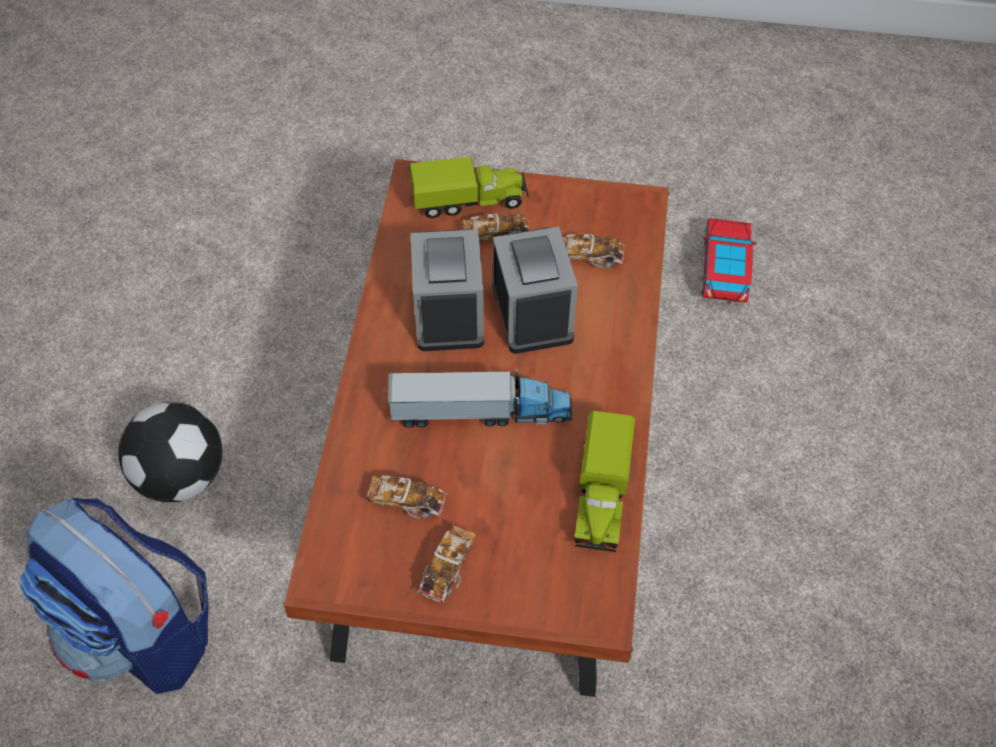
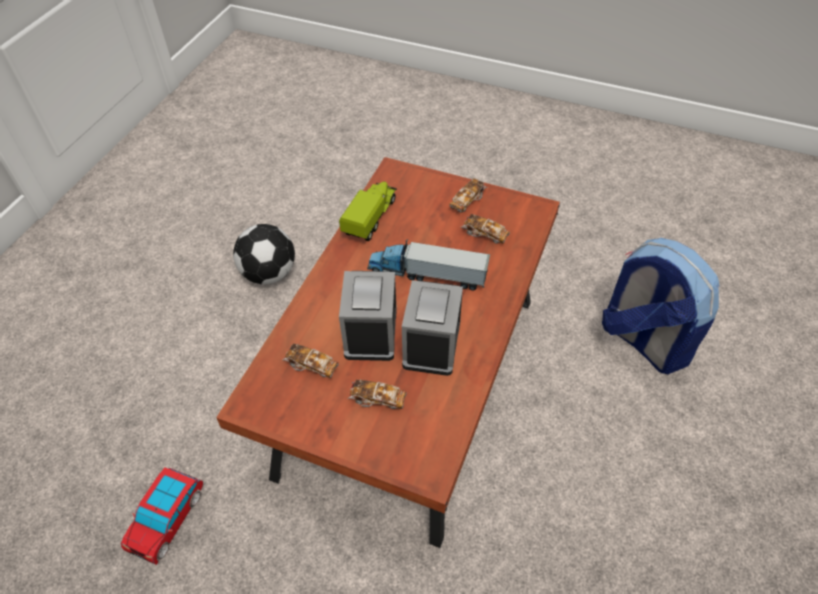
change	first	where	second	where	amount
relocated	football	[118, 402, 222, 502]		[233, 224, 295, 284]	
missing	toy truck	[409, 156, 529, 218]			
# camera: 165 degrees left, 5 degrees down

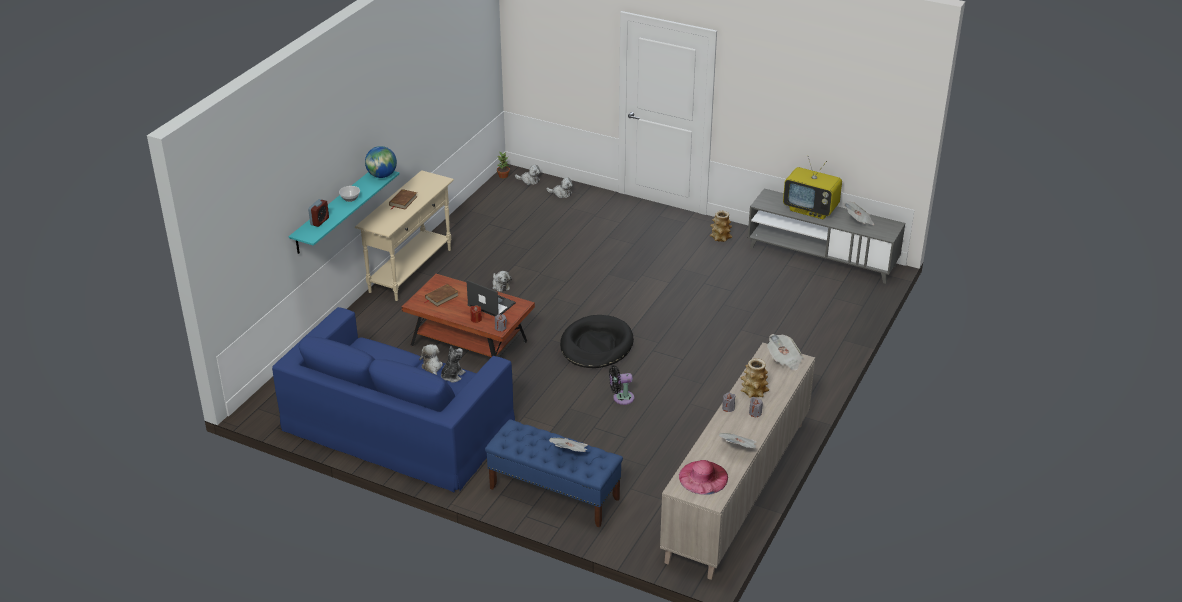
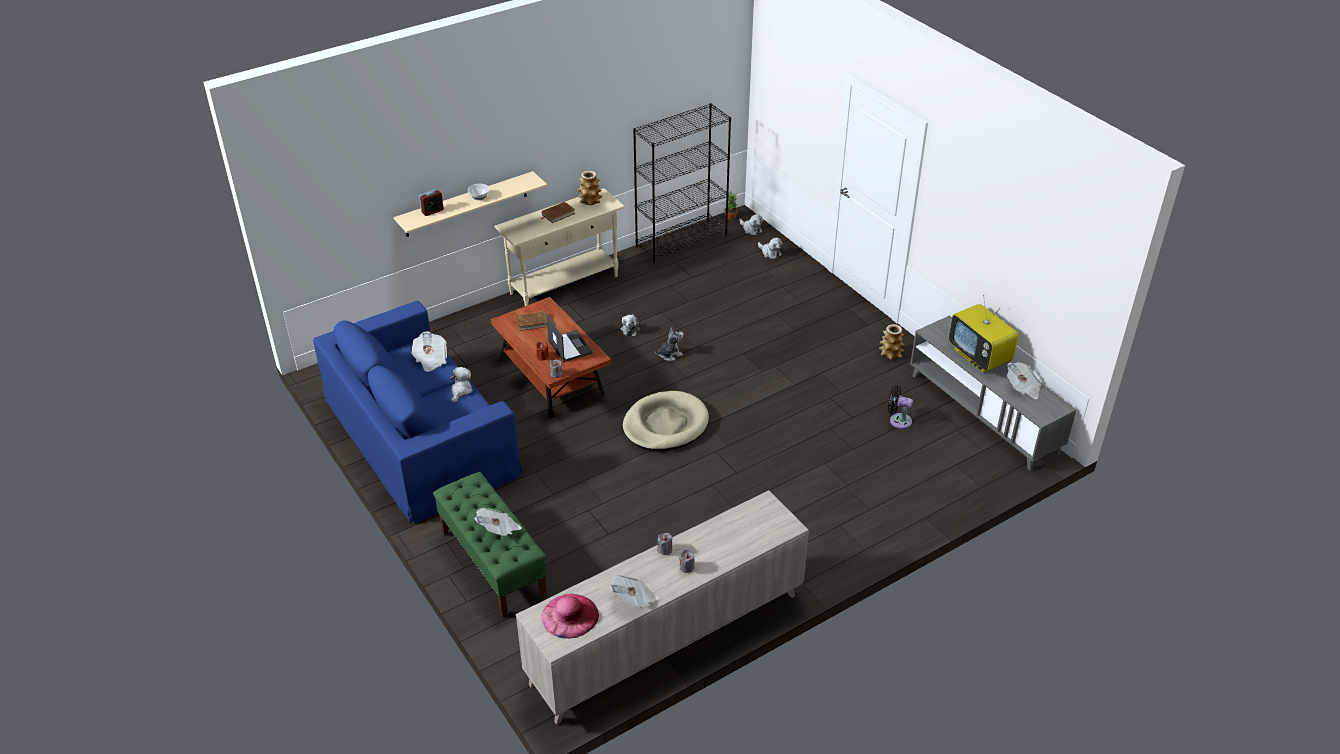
change	first	where	second	where	amount
colour	turquoise shelf	[289, 171, 399, 254]	beige shelf	[394, 171, 547, 237]	
relocated	newspaper	[767, 334, 803, 371]		[411, 331, 447, 372]	
colour	blue bench	[485, 419, 623, 528]	green bench	[433, 472, 547, 618]	
relocated	vase	[741, 358, 769, 398]		[577, 171, 602, 205]	
colour	black dog bed	[560, 315, 634, 368]	beige dog bed	[623, 391, 709, 451]	
appeared			black bookcase	[633, 103, 731, 263]	
relocated	plush toy	[441, 346, 466, 382]		[655, 327, 684, 361]	
relocated	black fan	[609, 365, 634, 405]		[887, 386, 913, 429]	
missing	globe	[365, 146, 397, 178]			
# camera: 30 degrees right, 5 degrees up

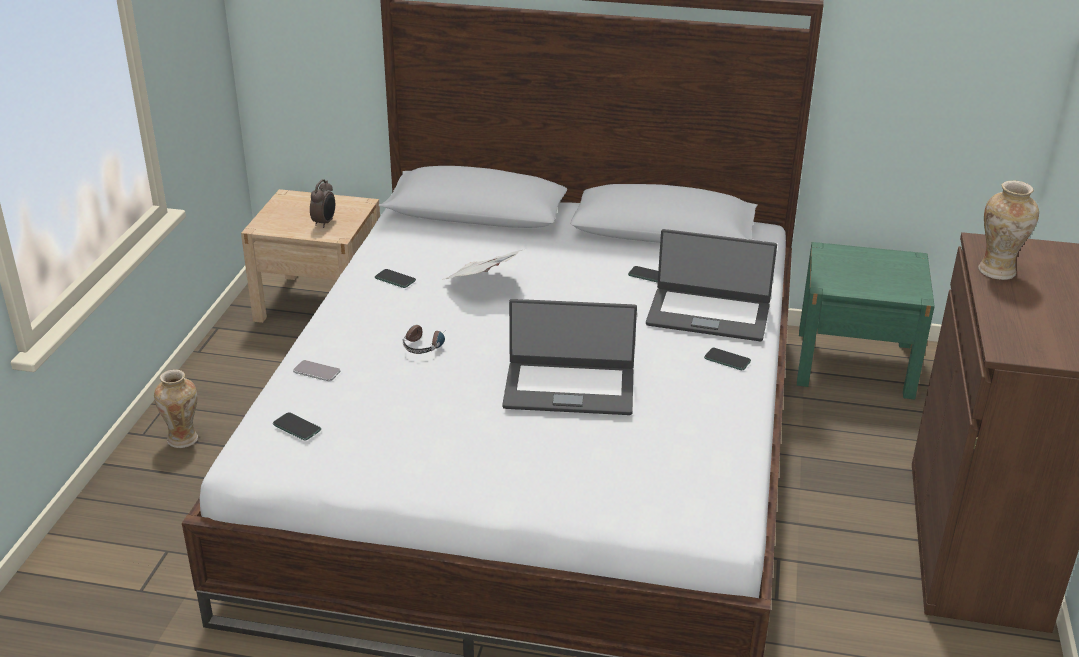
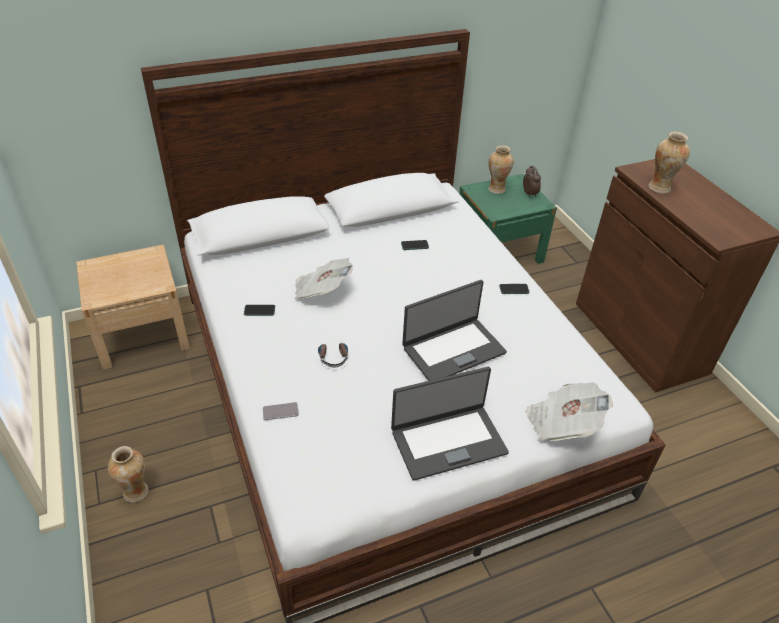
change	first	where	second	where	amount
relocated	laptop	[646, 229, 777, 341]		[391, 367, 509, 481]	
appeared			vase	[488, 145, 514, 194]	
relocated	alarm clock	[310, 179, 335, 228]		[523, 166, 541, 198]	
appeared			newspaper	[525, 382, 613, 441]	
missing	phone	[273, 412, 321, 440]			
# camera: 35 degrees left, 10 degrees up

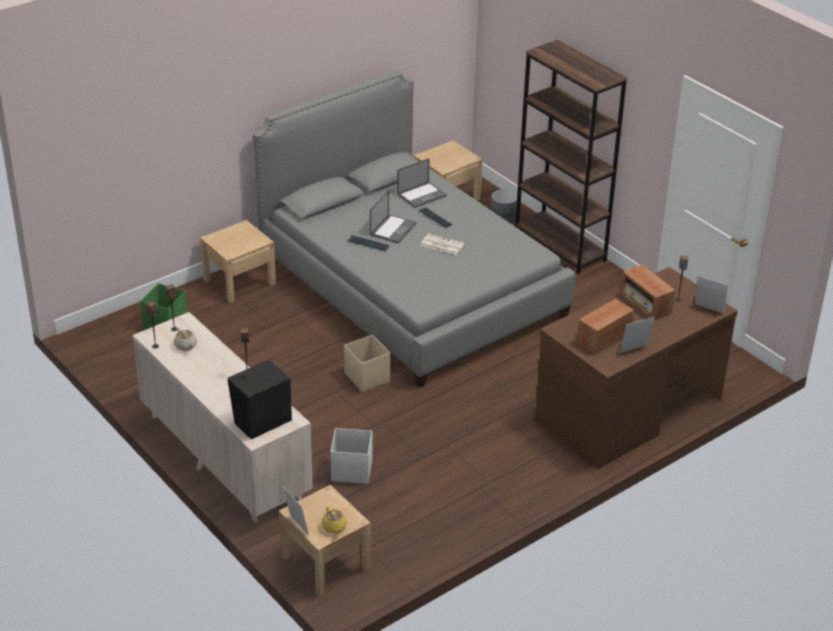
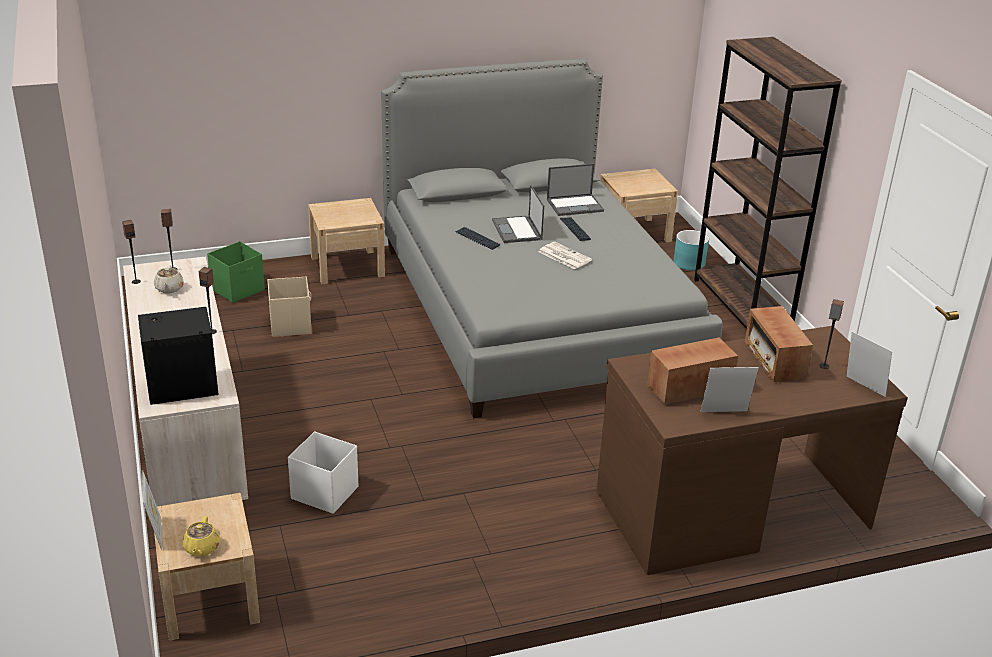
change	first	where	second	where	amount
relocated	beige storage box	[344, 335, 390, 392]		[267, 277, 312, 337]	
spun	laptop	[370, 190, 416, 243]		[492, 184, 544, 243]	120 degrees clockwise
colour	grey planter	[491, 189, 517, 223]	turquoise planter	[673, 230, 709, 271]	
# camera: 20 degrees right, 5 degrees down

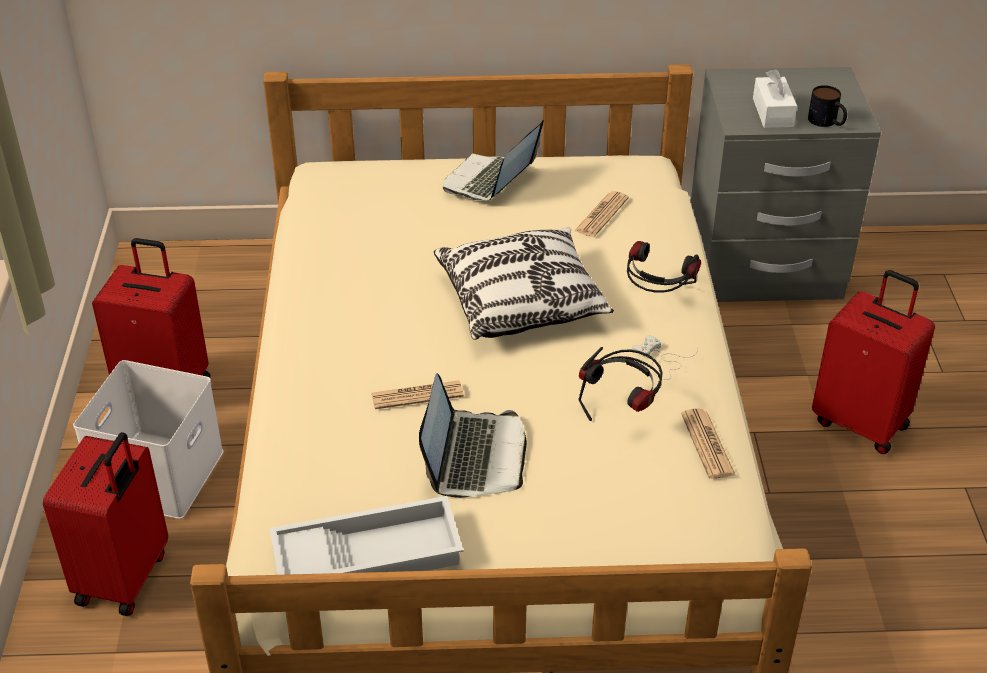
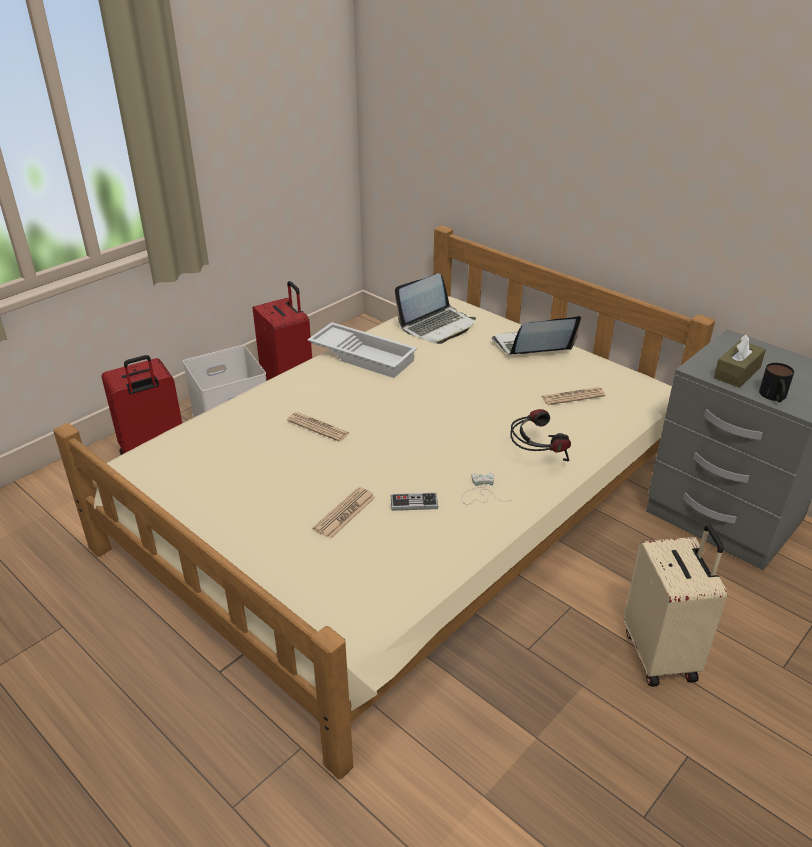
change	first	where	second	where	amount
relocated	white tray	[270, 496, 463, 575]		[307, 322, 417, 378]	
relocated	newspaper	[681, 408, 735, 479]		[313, 487, 376, 539]	
exchanged	headphones	[578, 347, 663, 421]	game controller	[391, 493, 438, 511]	
relocated	laptop	[419, 373, 527, 498]		[395, 273, 476, 344]	
colour	red suitcase	[812, 270, 935, 454]	beige suitcase	[624, 525, 727, 687]	
colour	white tissue box	[753, 69, 797, 128]	brown tissue box	[714, 334, 766, 388]	
missing	pillow	[434, 228, 614, 340]			
# camera: 45 degrees right, 5 degrees down

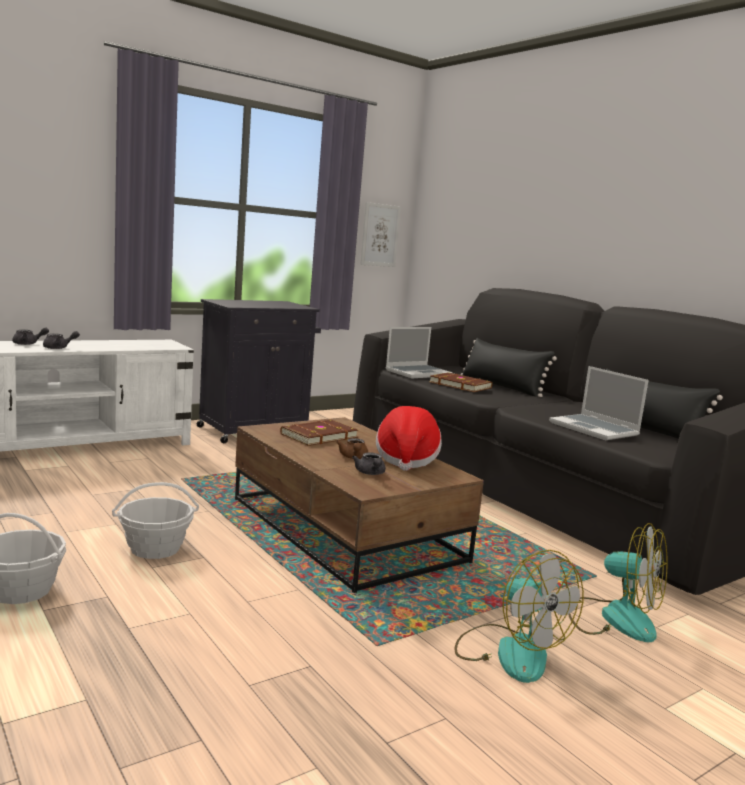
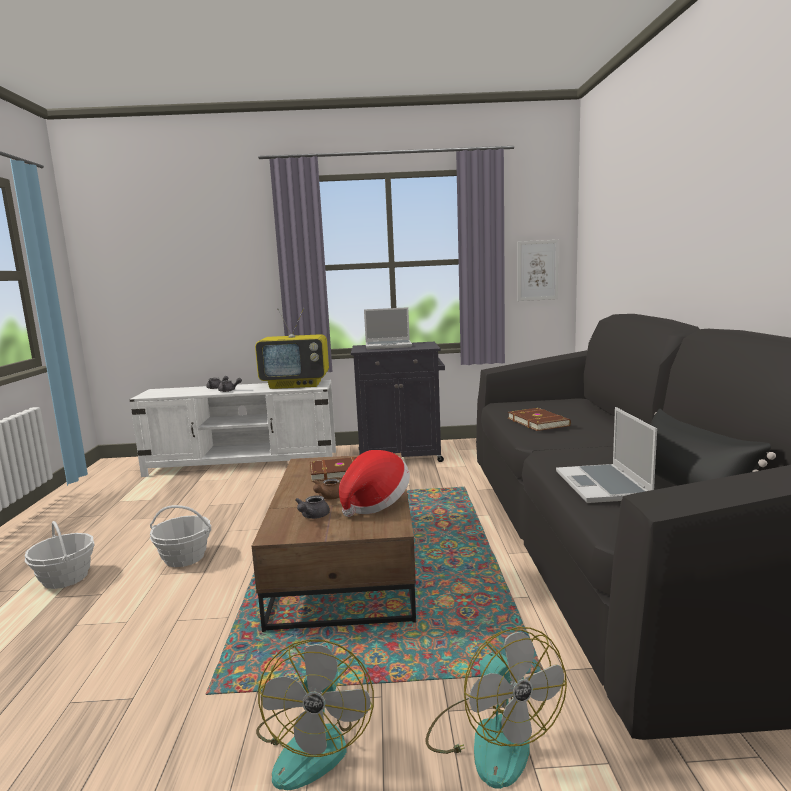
change	first	where	second	where	amount
appeared			television	[255, 308, 329, 389]	
relocated	laptop	[386, 327, 453, 378]		[364, 307, 412, 349]	
missing	black pillow	[460, 338, 557, 397]			
# camera: 35 degrees right, 0 degrees up

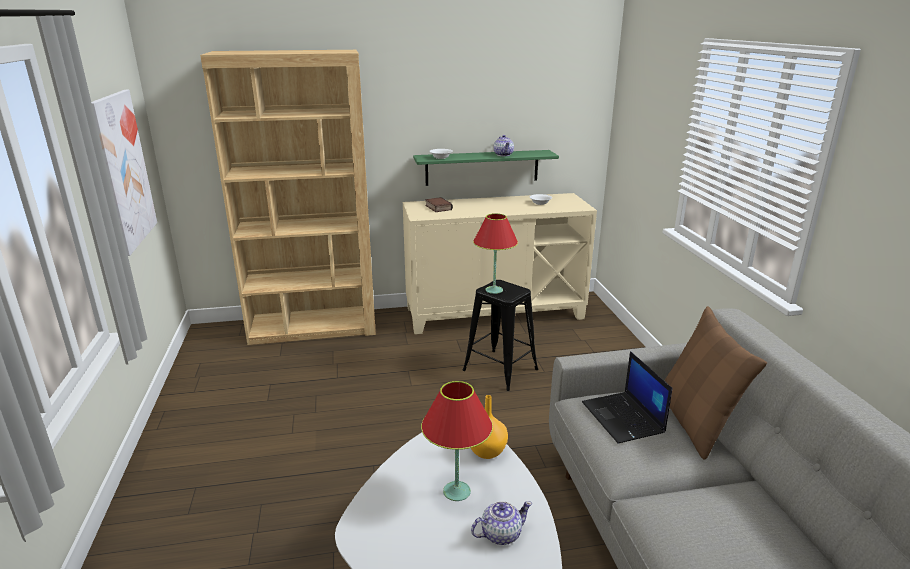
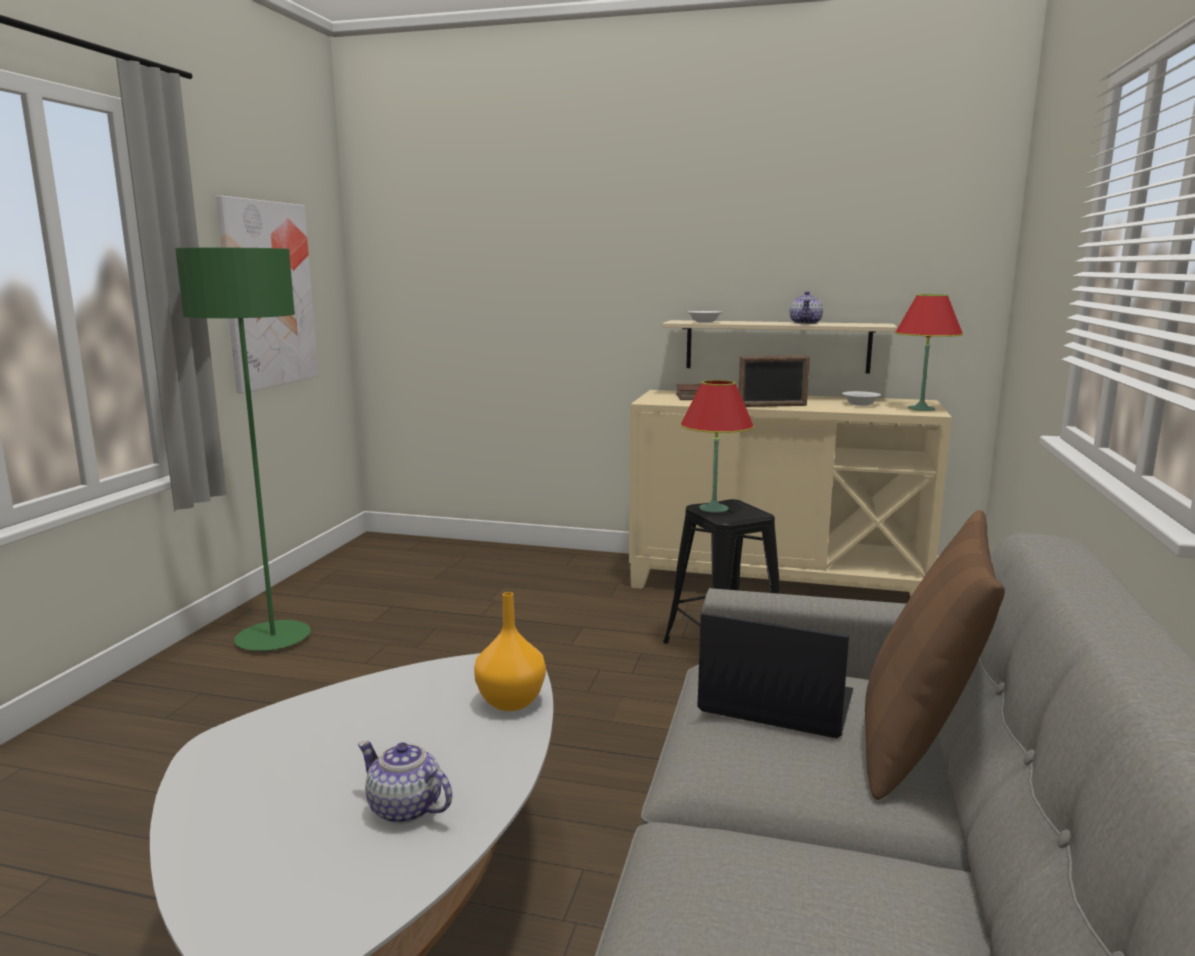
change	first	where	second	where	amount
appeared			green floor lamp	[175, 247, 311, 651]	
spun	teapot	[471, 501, 532, 545]		[358, 741, 452, 824]	150 degrees counterclockwise
colour	green shelf	[413, 150, 559, 186]	beige shelf	[662, 320, 898, 374]	
spun	laptop	[582, 351, 672, 443]		[697, 612, 853, 738]	105 degrees clockwise
appeared			picture frame	[739, 355, 810, 407]	
relocated	red table lamp	[421, 381, 493, 501]		[895, 294, 963, 411]	
missing	brown bookcase	[200, 50, 376, 345]			
# camera: 25 degrees right, 10 degrees down

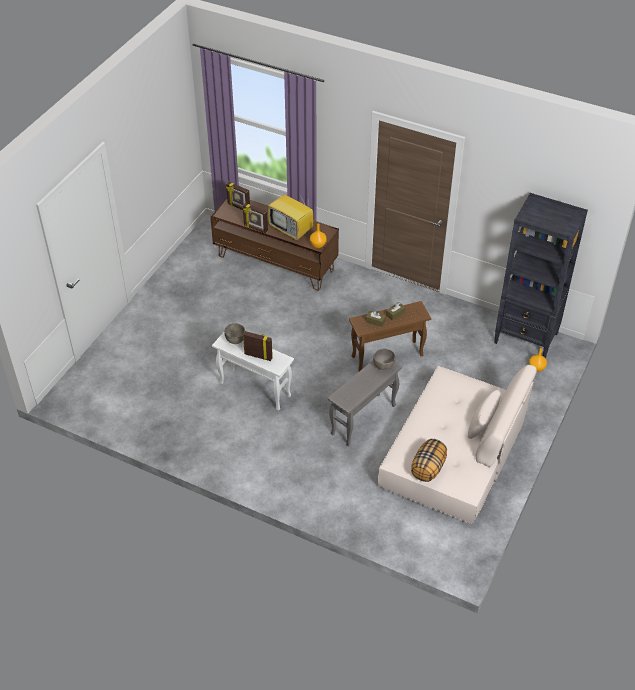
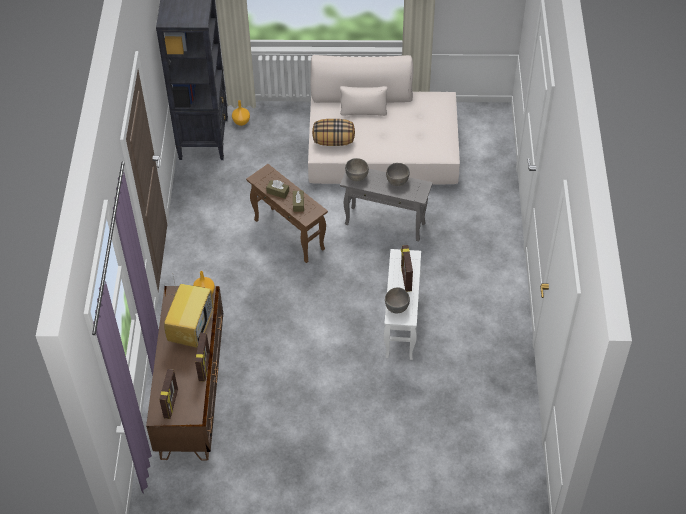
change	first	where	second	where	amount
relocated	pillow	[411, 439, 447, 482]		[312, 119, 355, 146]	
appeared			grey bowl	[386, 163, 410, 186]	
# camera: 115 degrees left, 5 degrees up

